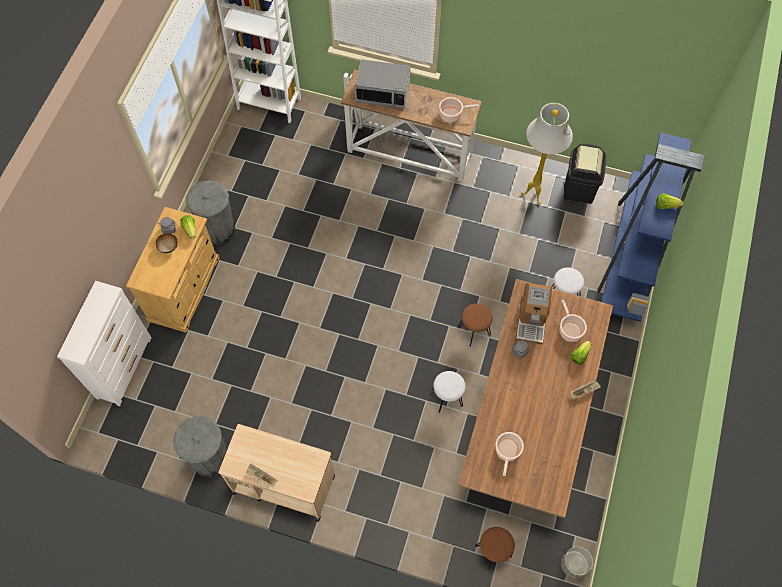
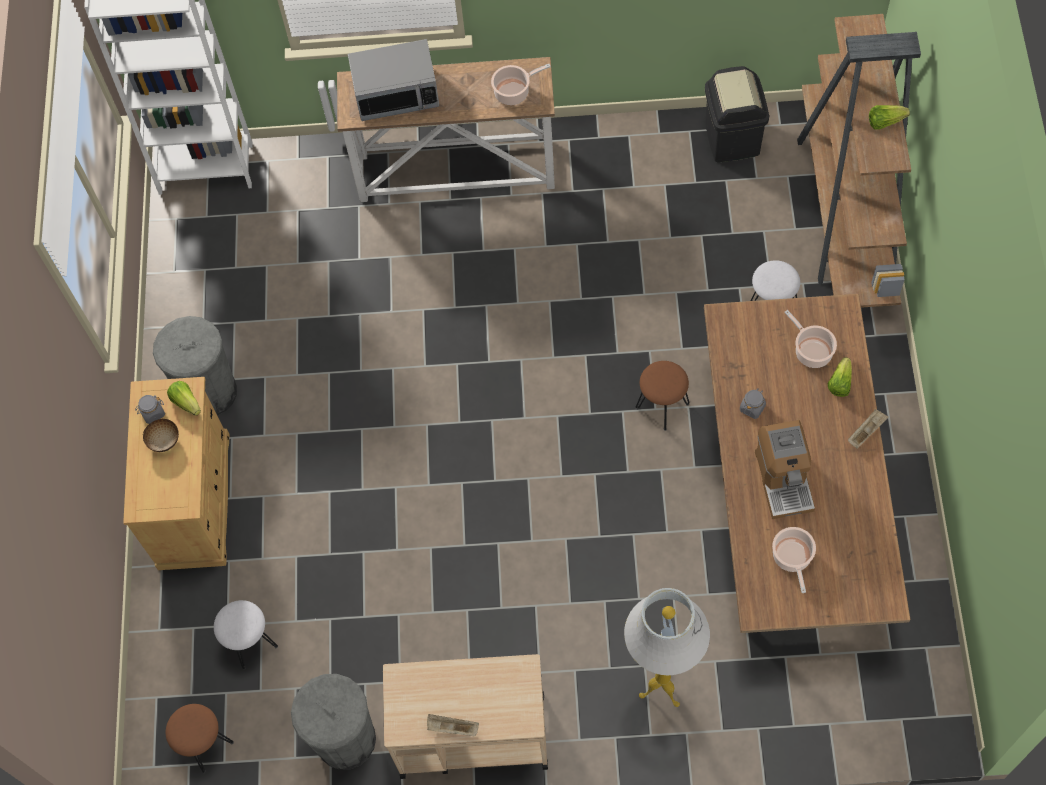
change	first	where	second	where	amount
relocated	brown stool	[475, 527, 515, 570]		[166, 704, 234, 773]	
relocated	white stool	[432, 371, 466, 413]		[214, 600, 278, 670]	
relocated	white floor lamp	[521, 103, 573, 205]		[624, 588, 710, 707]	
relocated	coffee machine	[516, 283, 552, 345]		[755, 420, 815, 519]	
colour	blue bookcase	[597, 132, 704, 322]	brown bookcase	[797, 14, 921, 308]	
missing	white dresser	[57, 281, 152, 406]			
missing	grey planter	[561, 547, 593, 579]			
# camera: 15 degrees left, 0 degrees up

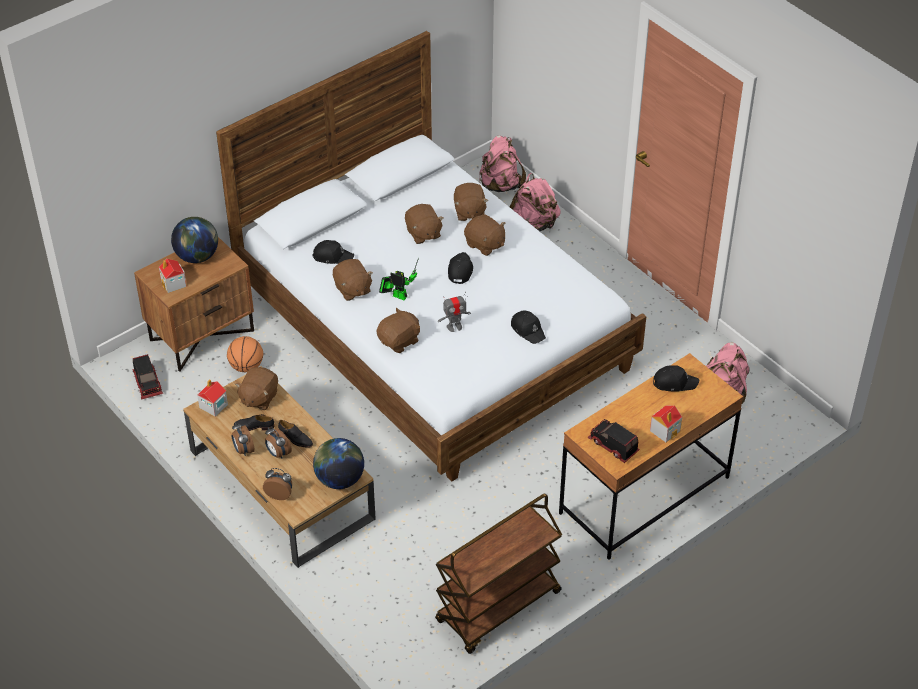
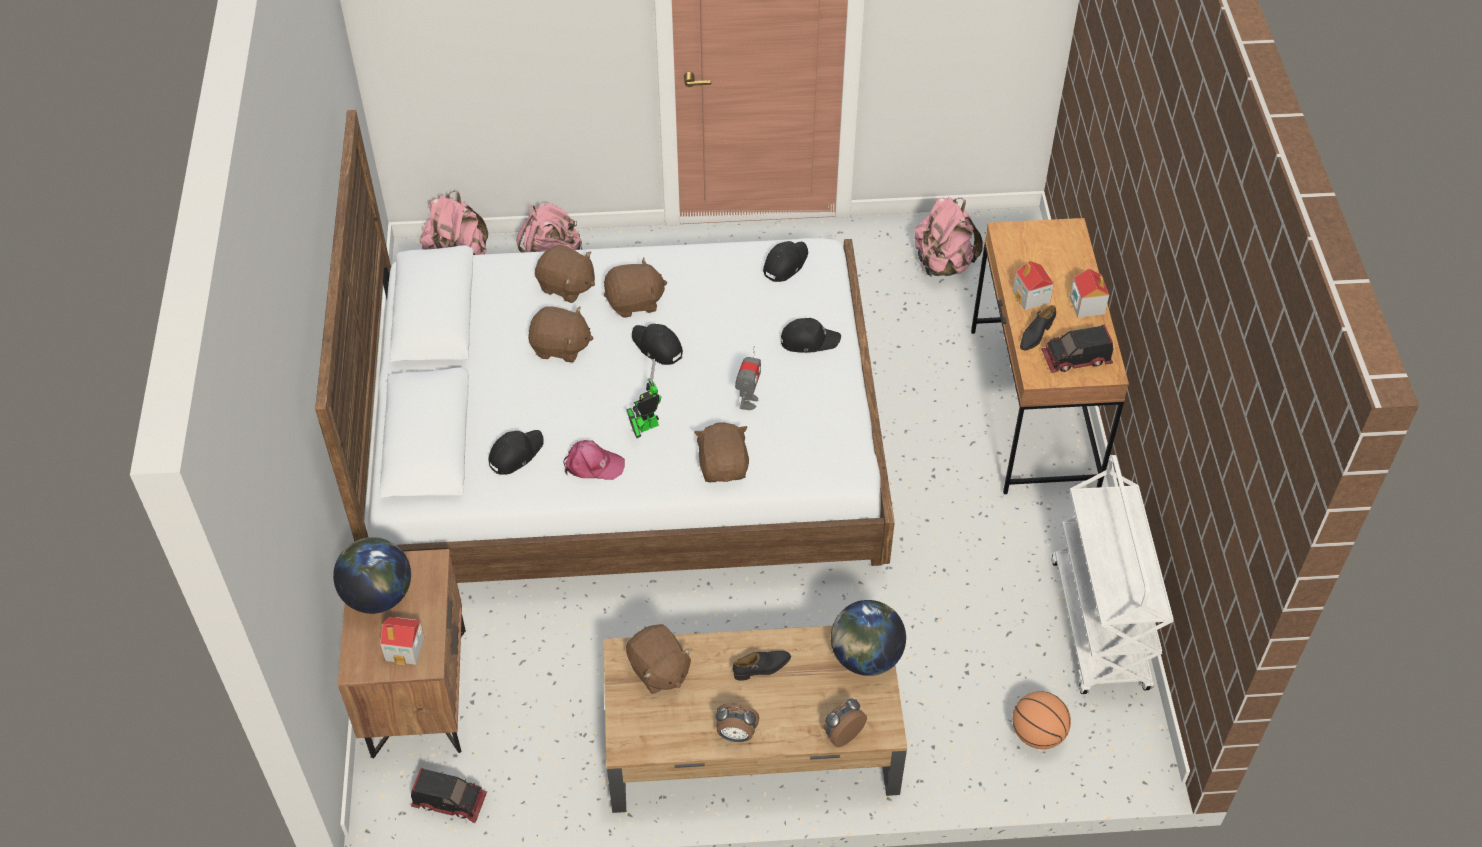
change	first	where	second	where	amount
exchanged	brown plush toy	[333, 259, 373, 301]	pink cap	[564, 440, 625, 480]	
relocated	black cap	[653, 366, 699, 391]		[763, 241, 808, 282]	
relocated	toy house	[197, 379, 228, 417]		[1012, 261, 1054, 310]	
relocated	basketball	[227, 336, 263, 372]		[1012, 691, 1071, 749]	
relocated	black shoe	[234, 414, 274, 431]		[1020, 305, 1056, 350]	
colour	brown cart	[435, 494, 562, 654]	white cart	[1052, 455, 1174, 694]	
missing	alarm clock	[265, 427, 292, 458]			
# camera: 55 degrees left, 5 degrees up

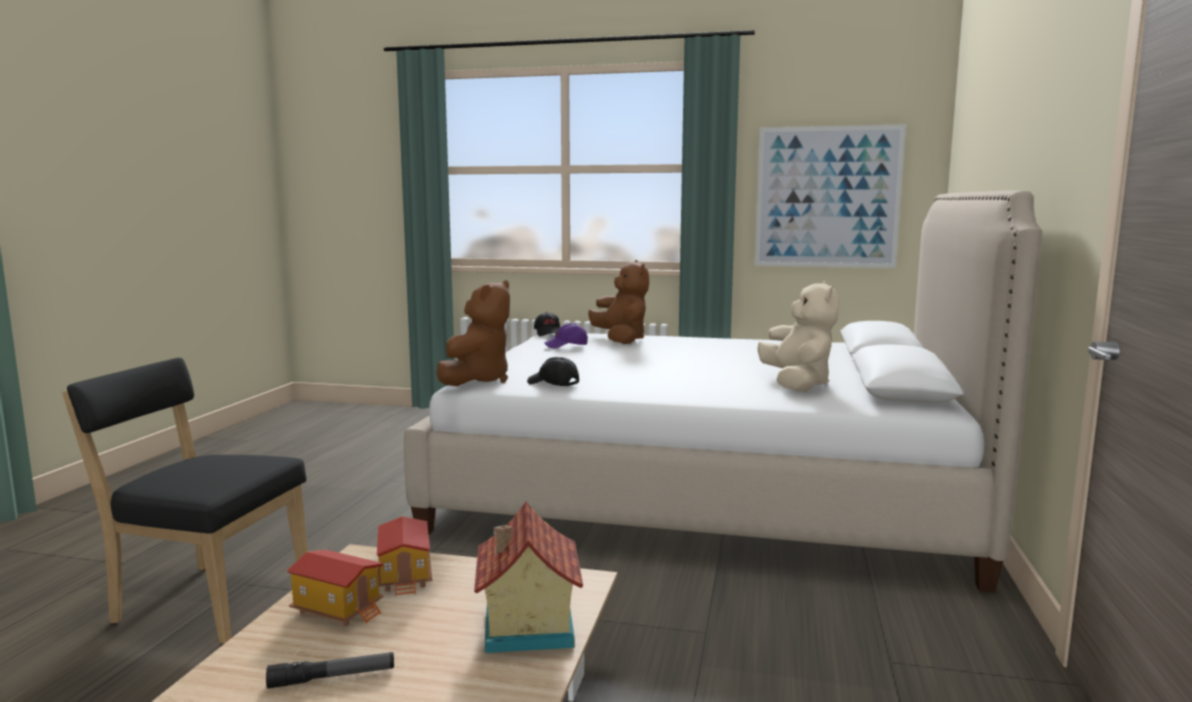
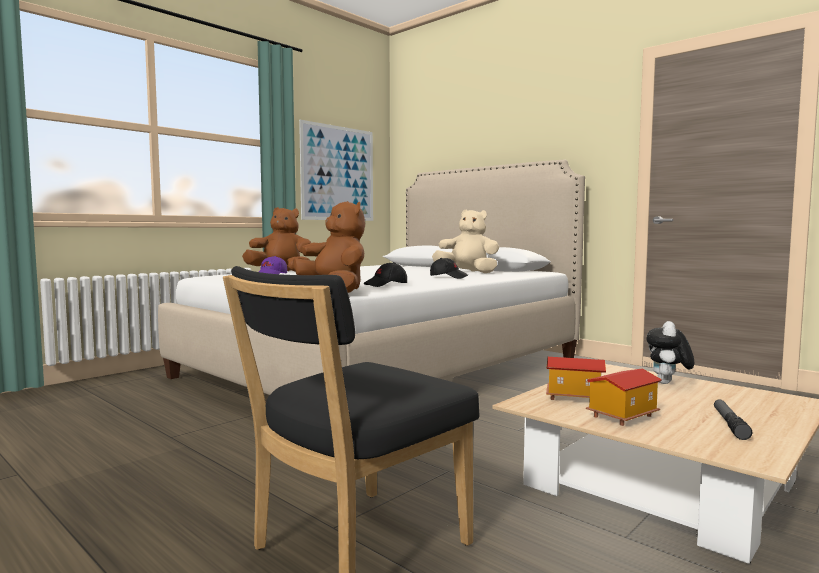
change	first	where	second	where	amount
relocated	black cap	[534, 312, 560, 336]		[430, 258, 468, 279]	
exchanged	toy house	[474, 501, 583, 653]	plush toy	[647, 321, 694, 384]	
# camera: 60 degrees left, 5 degrees down

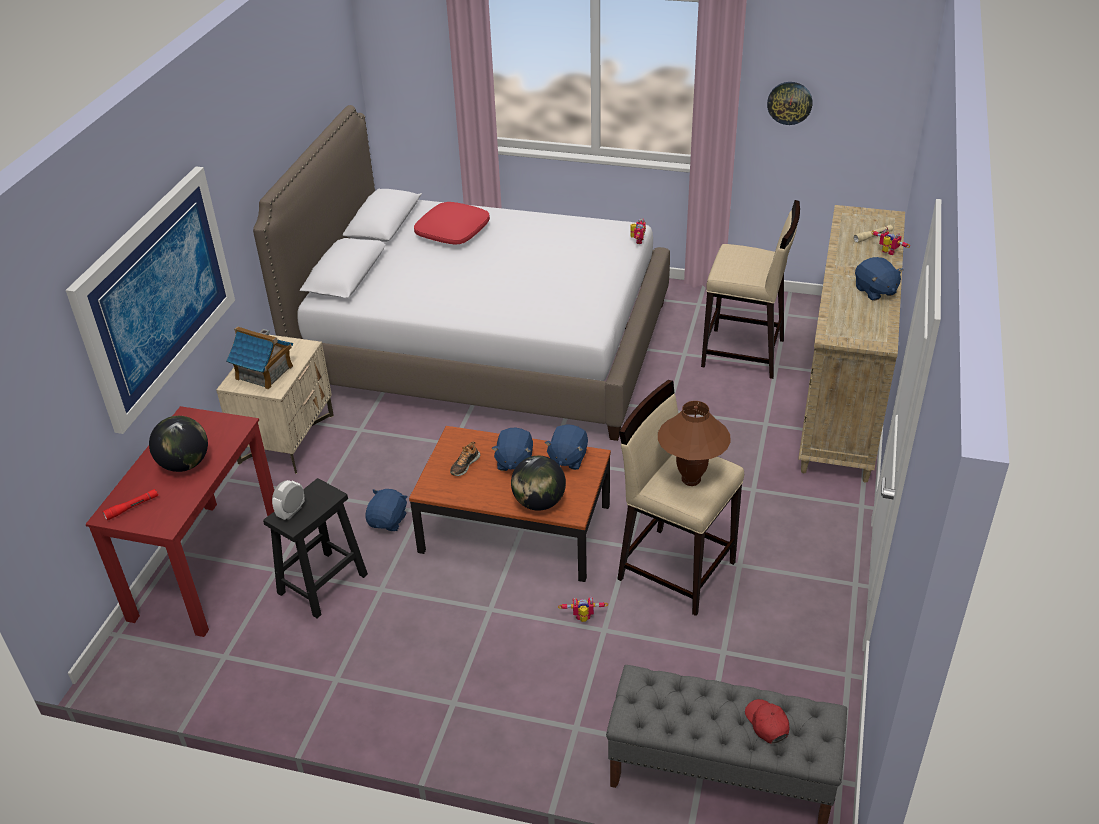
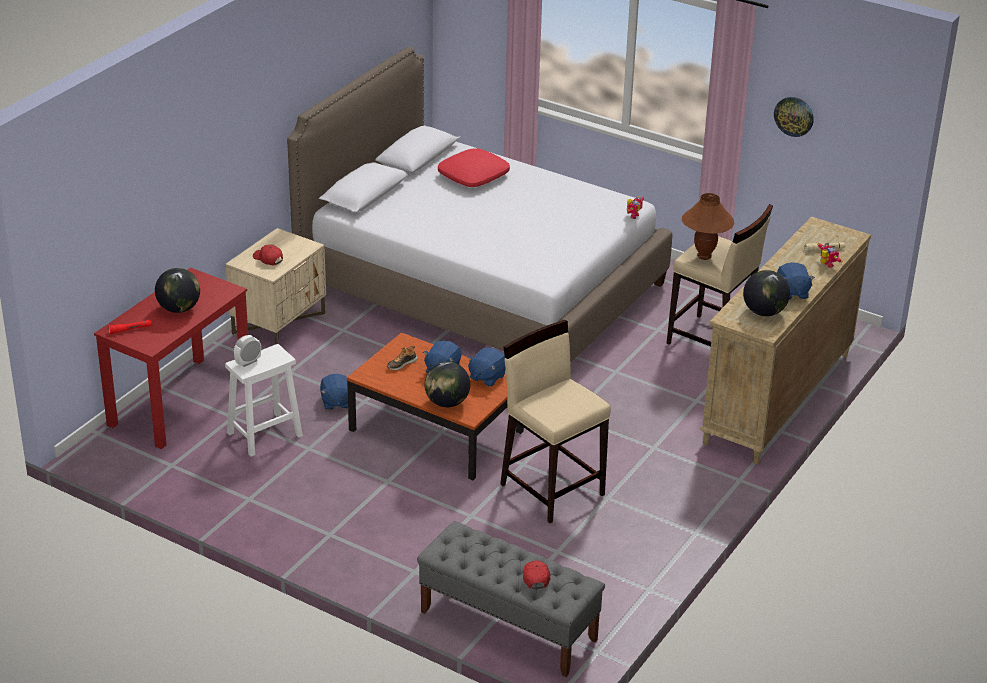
change	first	where	second	where	amount
colour	black stool	[263, 478, 368, 618]	white stool	[225, 344, 303, 457]	
exchanged	toy house	[226, 326, 293, 390]	red cap	[253, 245, 283, 265]	
spun	blue plush toy	[366, 489, 407, 531]		[320, 374, 348, 410]	135 degrees clockwise
relocated	brown table lamp	[658, 401, 731, 486]		[682, 193, 734, 260]	
appeared			globe	[743, 270, 790, 316]	
missing	picture	[66, 167, 235, 434]			
missing	toy robot	[558, 597, 608, 622]			
# camera: 15 degrees right, 5 degrees down

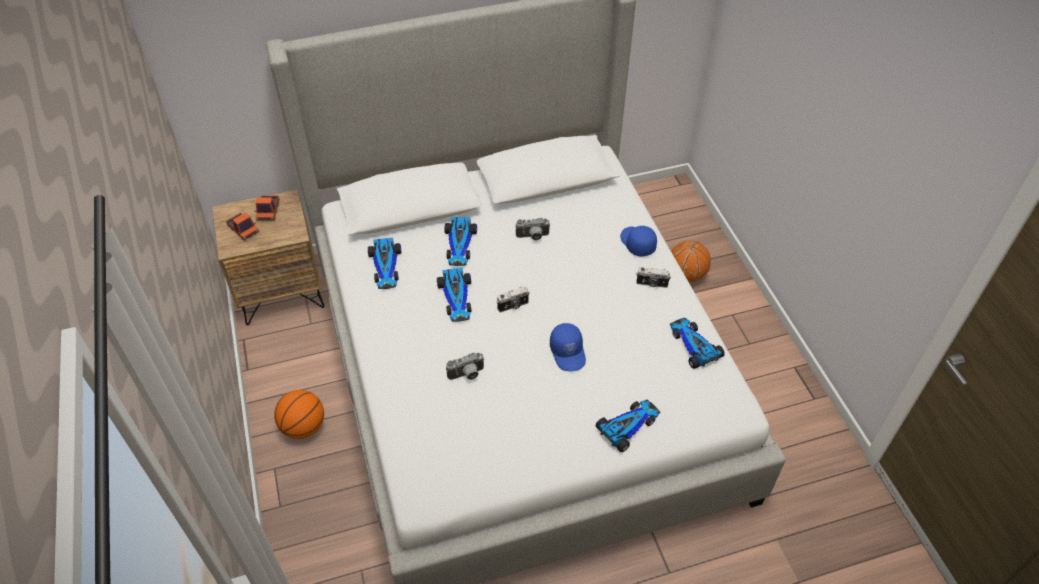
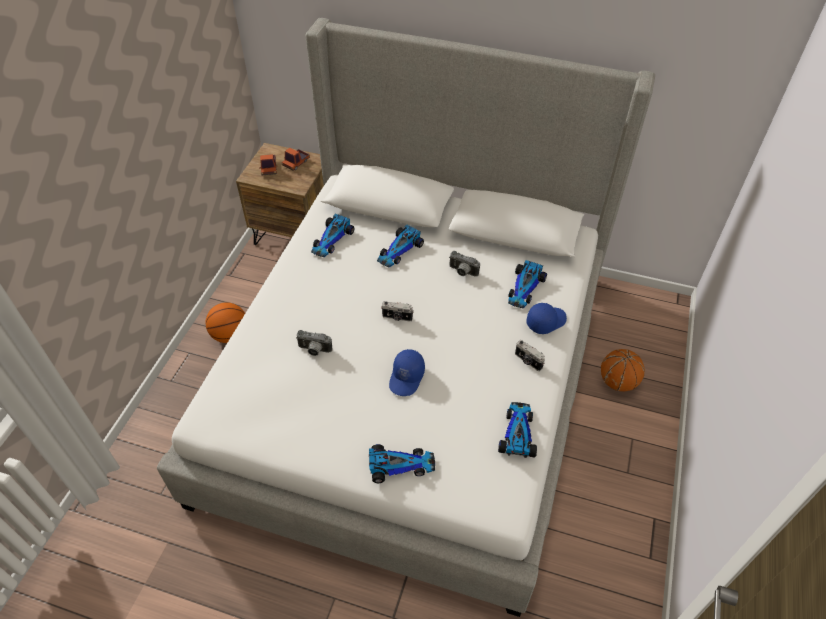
change	first	where	second	where	amount
relocated	toy car	[437, 268, 472, 322]		[508, 260, 547, 308]	
spun	blue cap	[620, 226, 657, 257]		[526, 303, 567, 334]	45 degrees clockwise
# camera: 35 degrees right, 0 degrees up

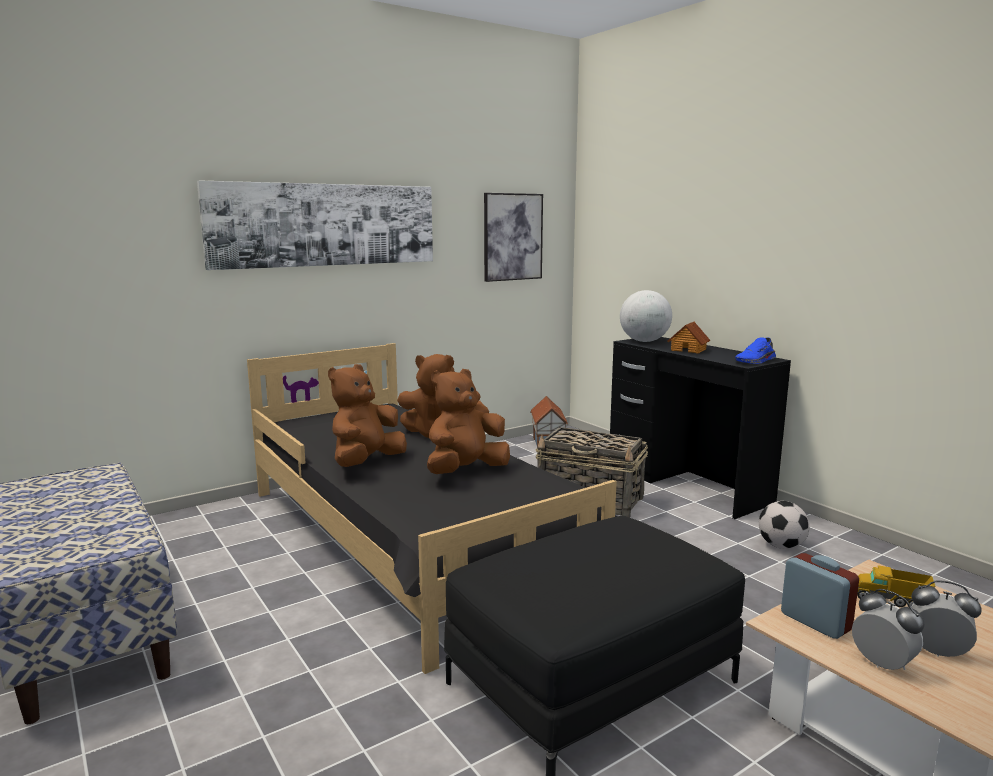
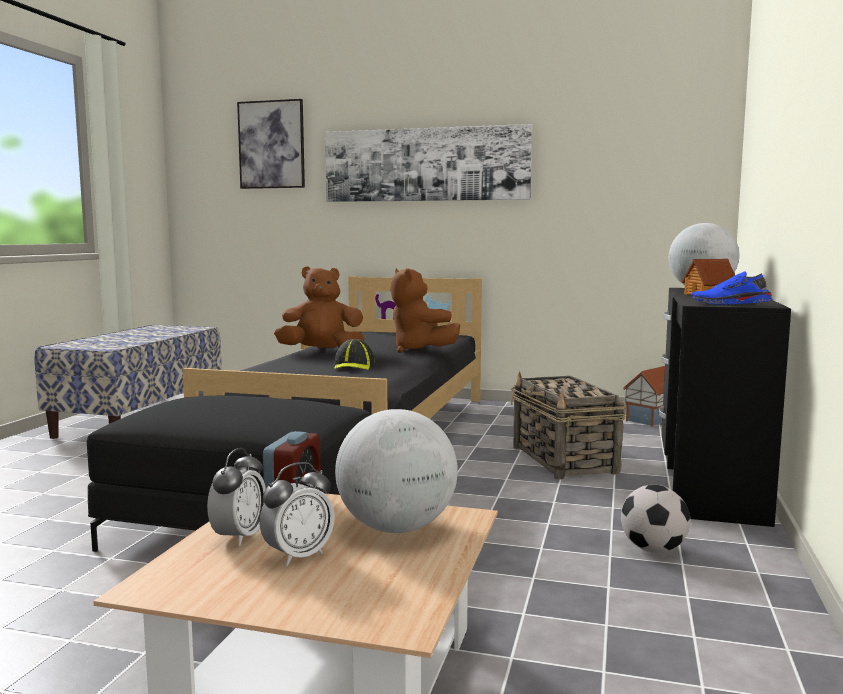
change	first	where	second	where	amount
relocated	picture	[484, 193, 543, 282]		[237, 99, 305, 189]	
spun	alarm clock	[911, 580, 982, 657]		[259, 462, 335, 566]	60 degrees clockwise
exchanged	brown plush toy	[427, 369, 510, 474]	cap	[334, 339, 375, 370]	
exchanged	toy truck	[857, 565, 936, 607]	globe	[335, 409, 458, 533]	
# camera: 50 degrees right, 5 degrees down

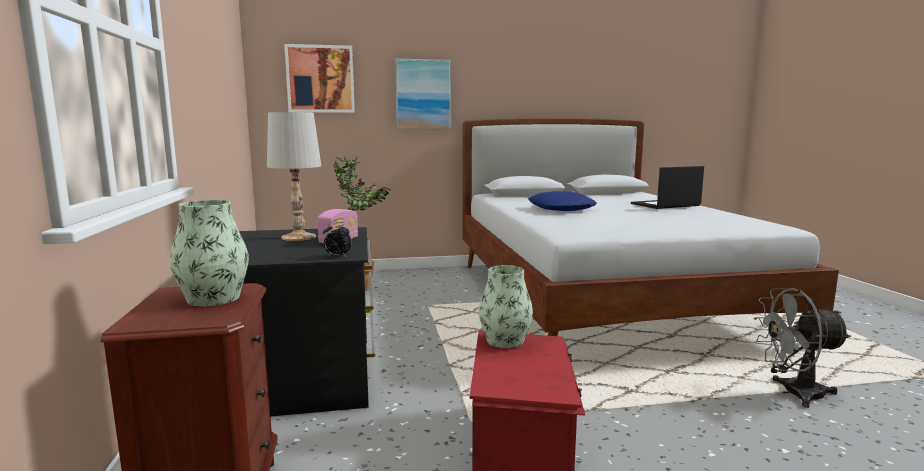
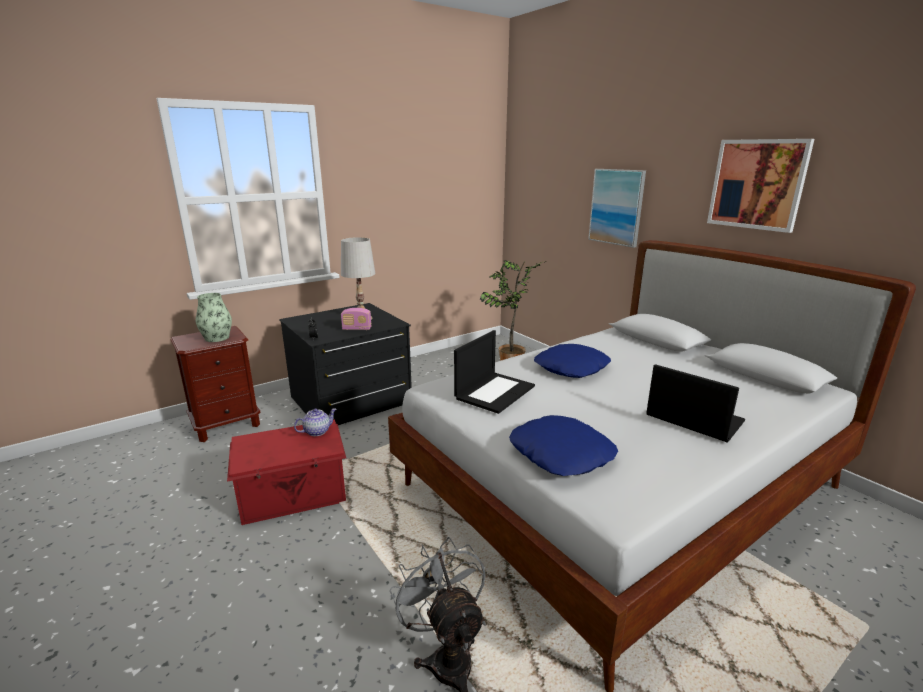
change	first	where	second	where	amount
exchanged	vase	[478, 265, 533, 348]	teapot	[294, 408, 337, 436]	
appeared			laptop	[454, 330, 535, 414]	
appeared			blue pillow	[509, 415, 618, 476]	
relocated	picture	[284, 44, 355, 113]		[707, 139, 814, 233]	
# camera: 65 degrees right, 10 degrees up

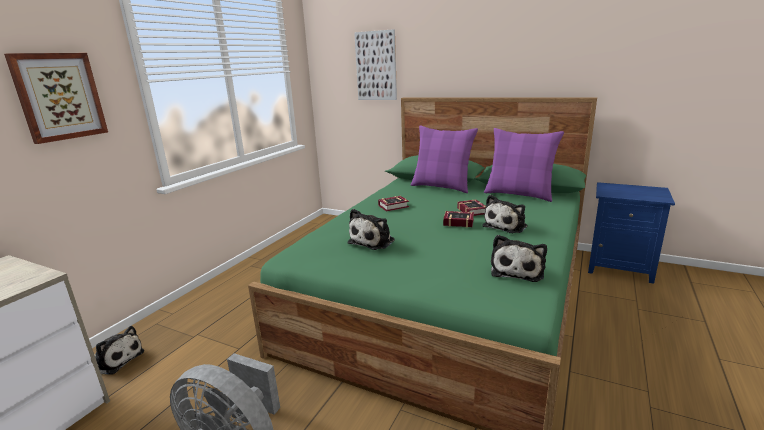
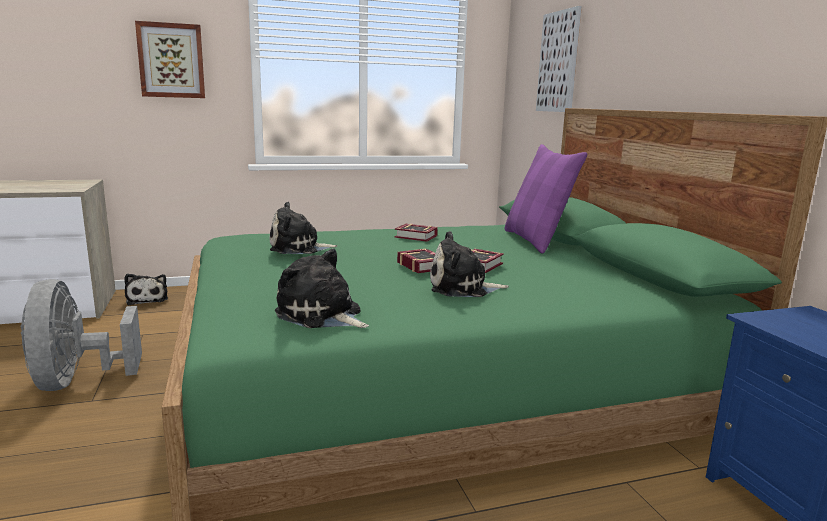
change	first	where	second	where	amount
spun	plush toy	[491, 235, 547, 282]		[275, 249, 369, 328]	60 degrees clockwise
missing	purple pillow	[484, 128, 564, 202]			
# camera: 45 degrees right, 5 degrees down

